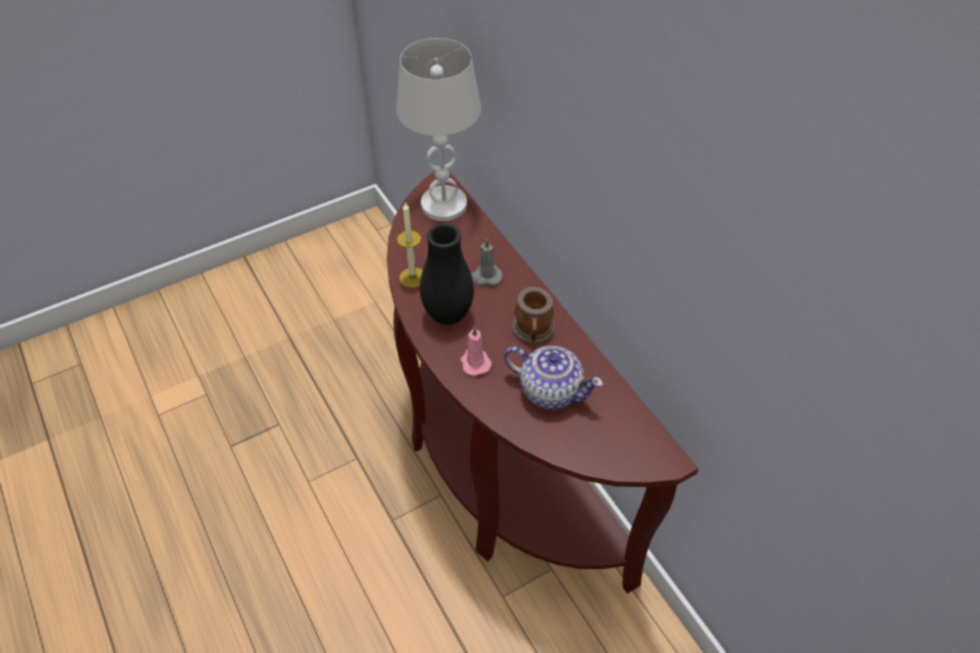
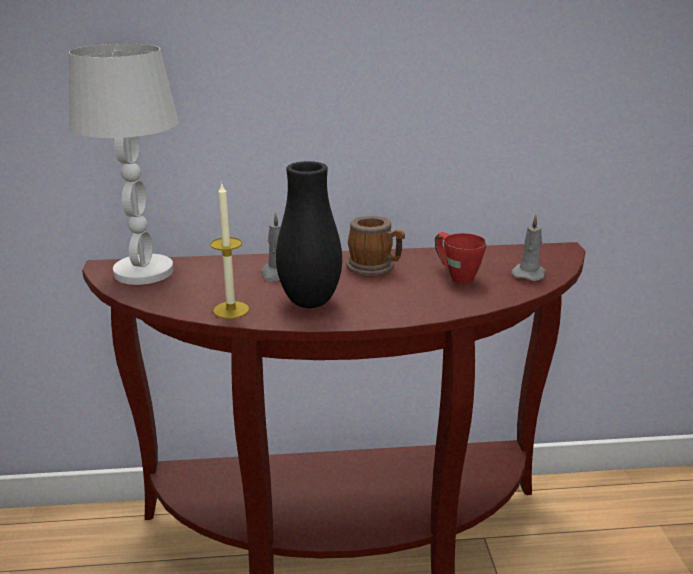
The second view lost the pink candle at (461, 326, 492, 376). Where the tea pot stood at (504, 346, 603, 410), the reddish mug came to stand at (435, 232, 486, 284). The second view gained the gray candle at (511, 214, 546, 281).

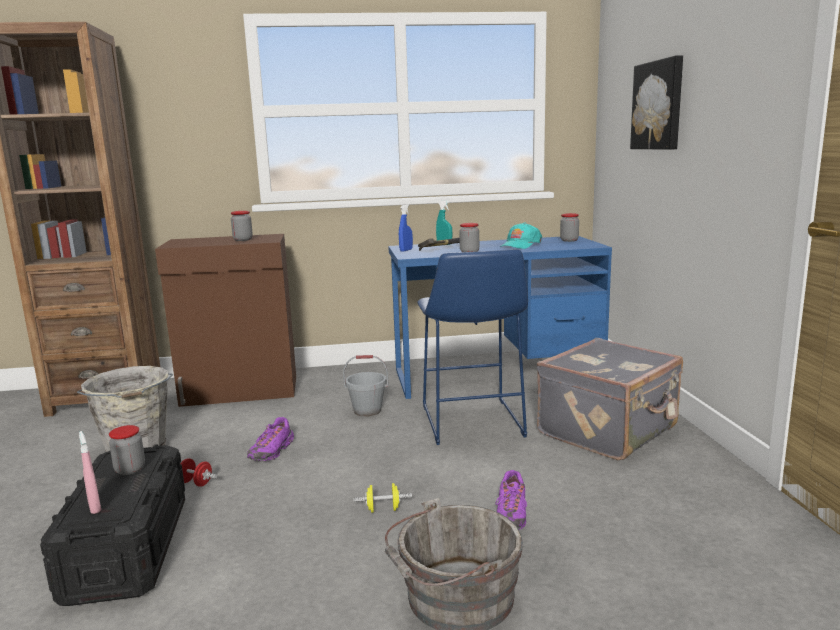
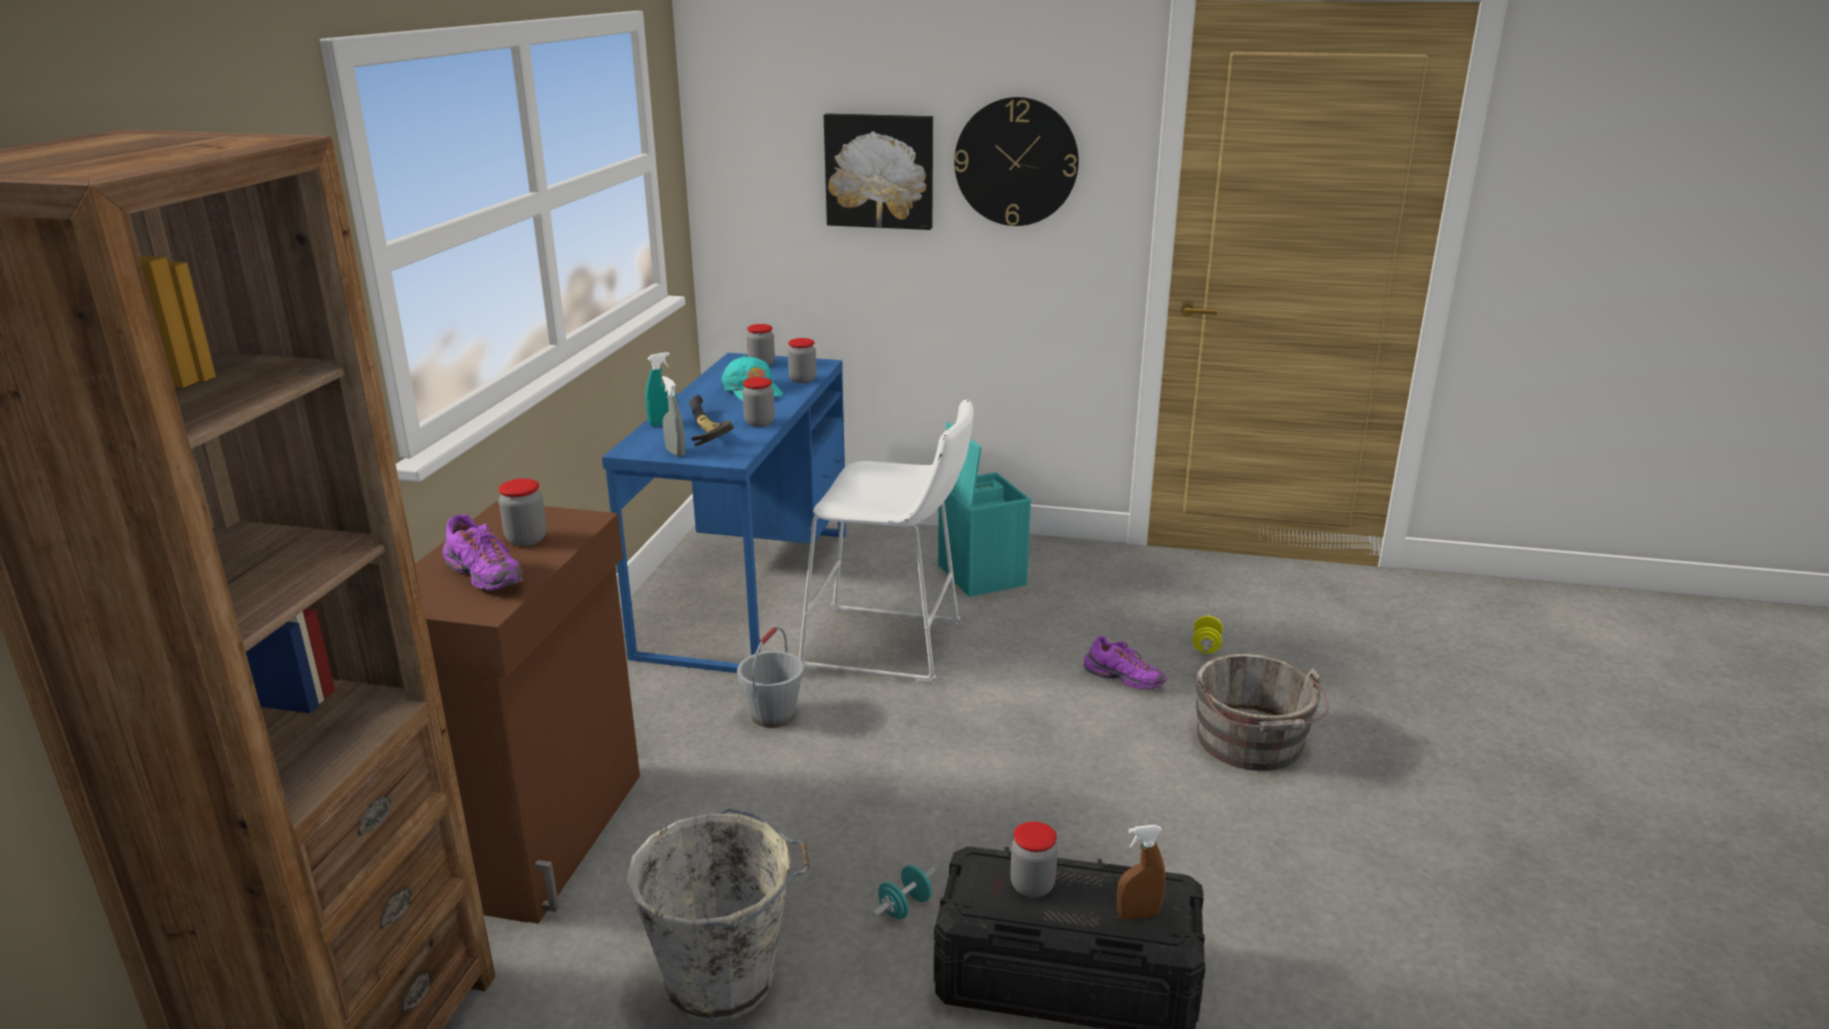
What was the pink spray bottle at (79, 431, 101, 514) turned into the brown-coloured spray bottle at (1117, 824, 1165, 920). What was the reddish dumbbell at (180, 458, 217, 487) turned into the blue-green dumbbell at (872, 865, 935, 919). The purple item of footwear ended up elsewhere, having gone from (247, 417, 294, 461) to (443, 514, 523, 590). The yellowish dumbbell ended up elsewhere, having gone from (353, 483, 412, 513) to (1192, 616, 1223, 654). What was the blue-coloured spray bottle at (399, 204, 413, 252) turned into the gray spray bottle at (662, 376, 685, 457). What was the blue-coloured stool seat at (417, 249, 528, 445) turned into the white stool seat at (799, 399, 974, 684). Where the gray suitcase stood at (537, 338, 683, 460), the blue-green storage container came to stand at (938, 422, 1031, 597). The second view gained the preserve jar at (788, 338, 817, 383). The second view gained the wall clock at (954, 97, 1079, 226).

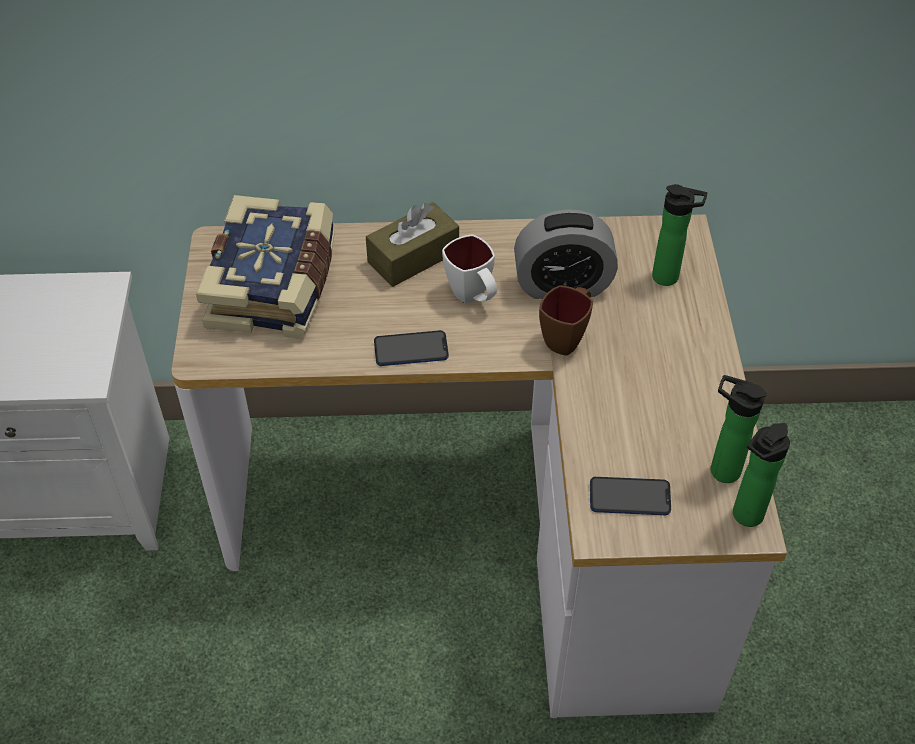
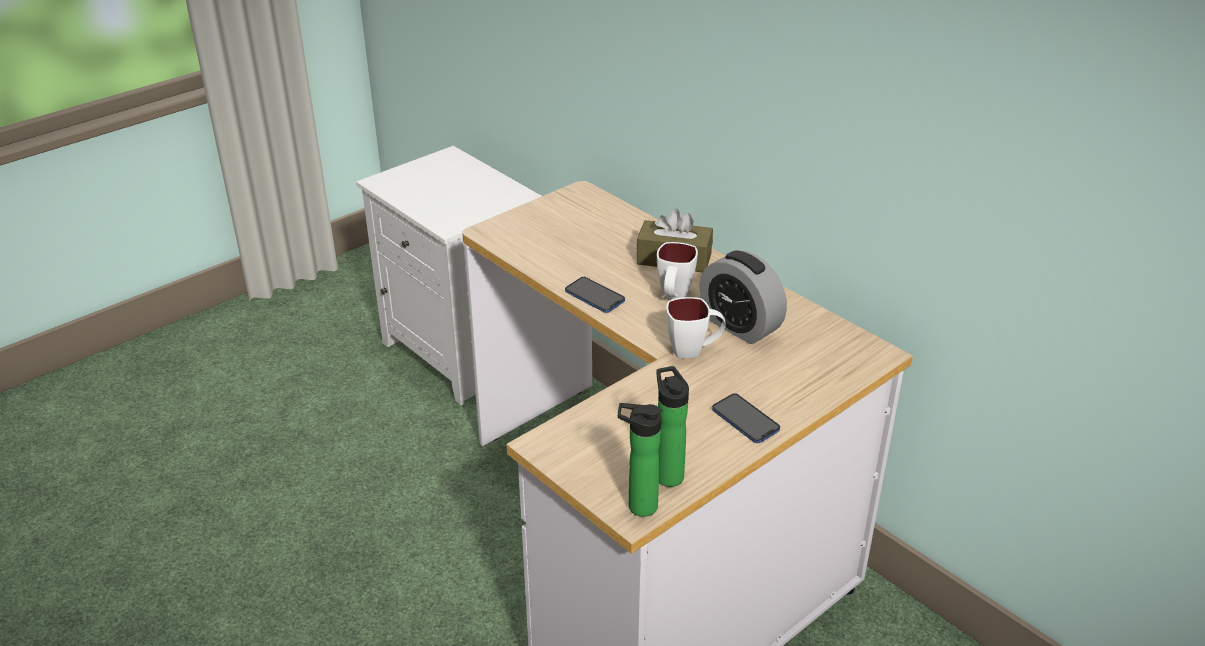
The second view lost the volume at (196, 195, 335, 338). What was the brown-coloured mug at (539, 285, 593, 356) turned into the white mug at (666, 297, 726, 358). The handset ended up elsewhere, having gone from (590, 477, 671, 515) to (712, 394, 780, 443). The second view lost the drink bottle at (652, 184, 707, 286).

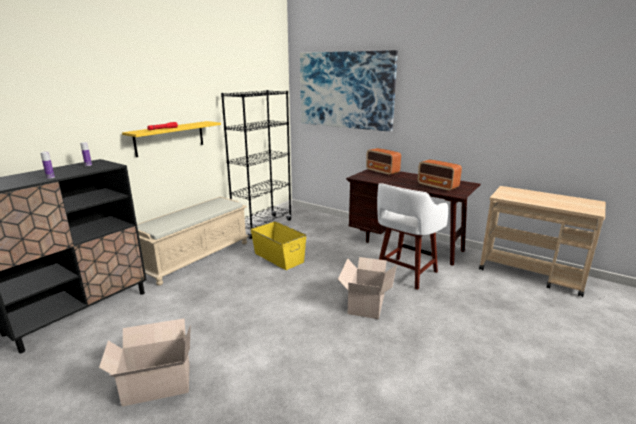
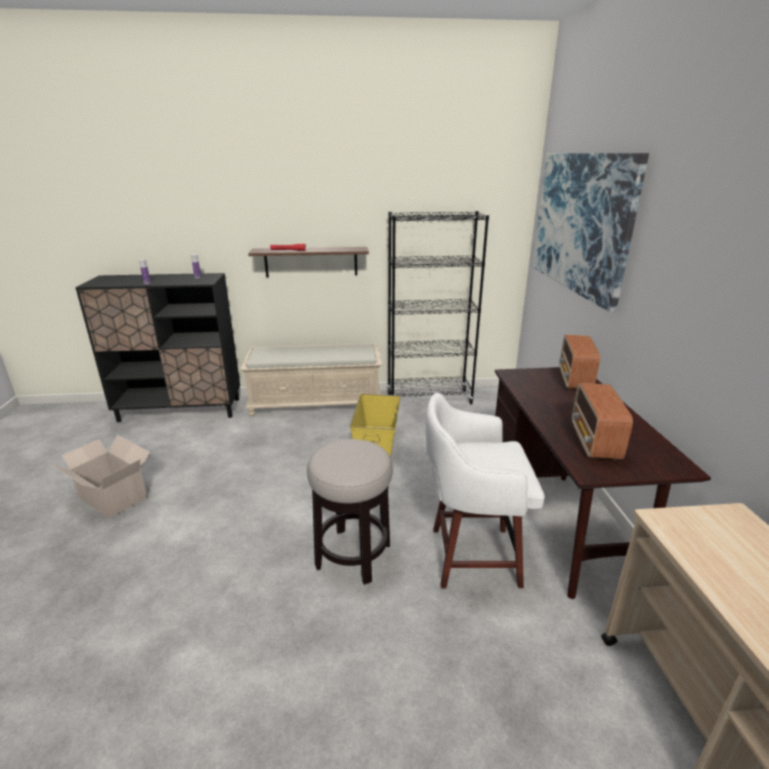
What was the yellowish bracket shelf at (122, 121, 221, 157) turned into the brown-coloured bracket shelf at (248, 247, 369, 277). Where the packing box stood at (338, 257, 397, 319), the stool seat came to stand at (307, 439, 393, 585).

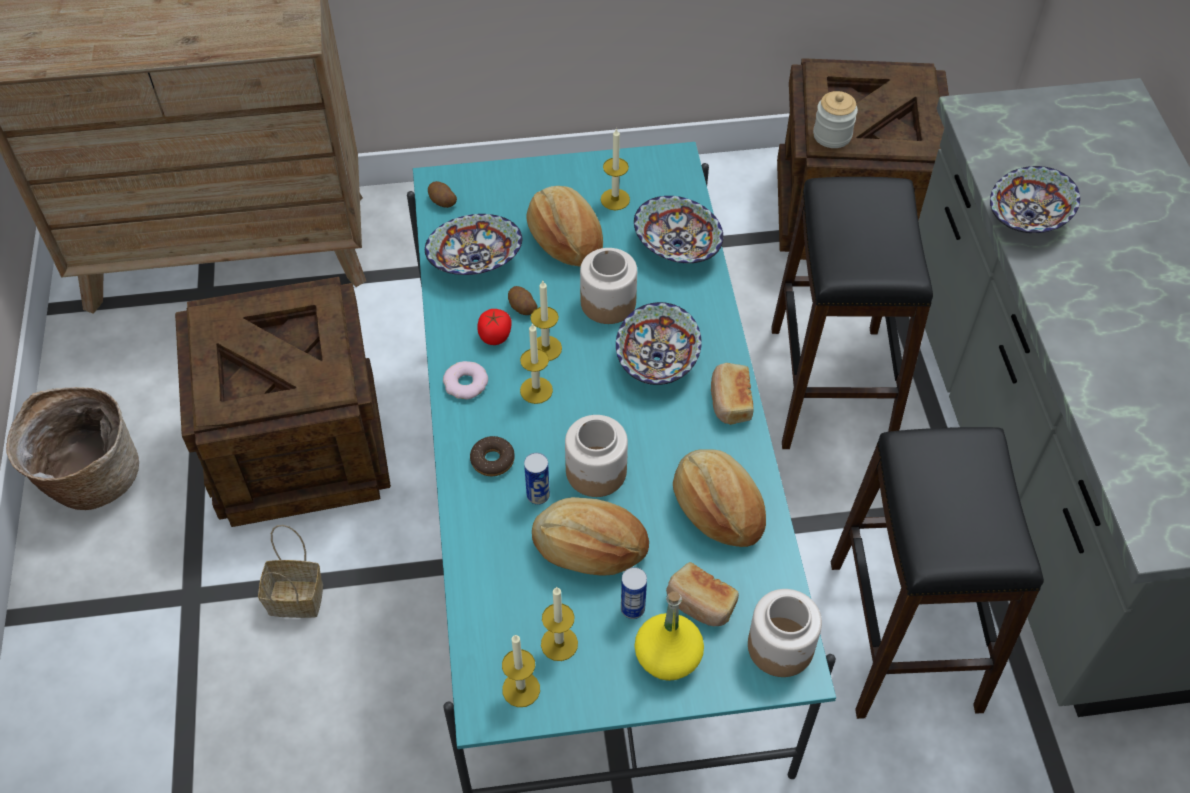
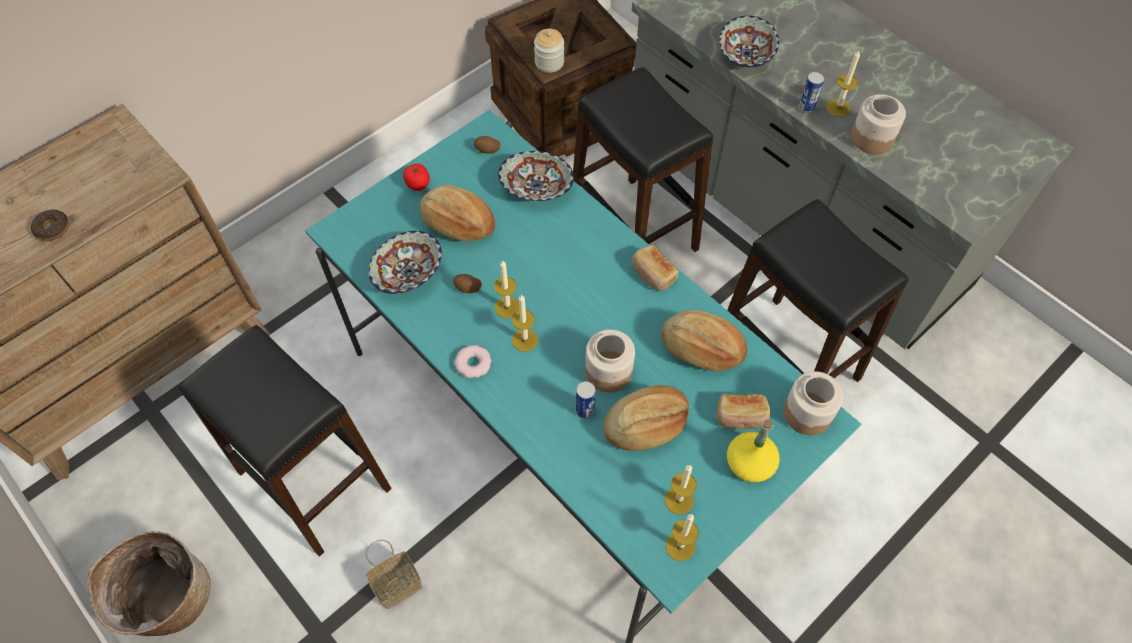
Where the crate stood at (175, 277, 391, 527), the black stool seat came to stand at (179, 325, 392, 557). The spud ended up elsewhere, having gone from (428, 181, 457, 208) to (474, 136, 500, 153). The doughnut ended up elsewhere, having gone from (470, 436, 515, 476) to (31, 210, 69, 241). The whole tomato ended up elsewhere, having gone from (477, 309, 512, 345) to (403, 164, 430, 191). The preserve jar ended up elsewhere, having gone from (580, 248, 637, 324) to (851, 94, 906, 154). The candle ended up elsewhere, having gone from (600, 128, 630, 210) to (826, 51, 860, 117). The second view lost the bowl at (616, 302, 702, 385). The can ended up elsewhere, having gone from (621, 567, 647, 619) to (799, 72, 824, 113).

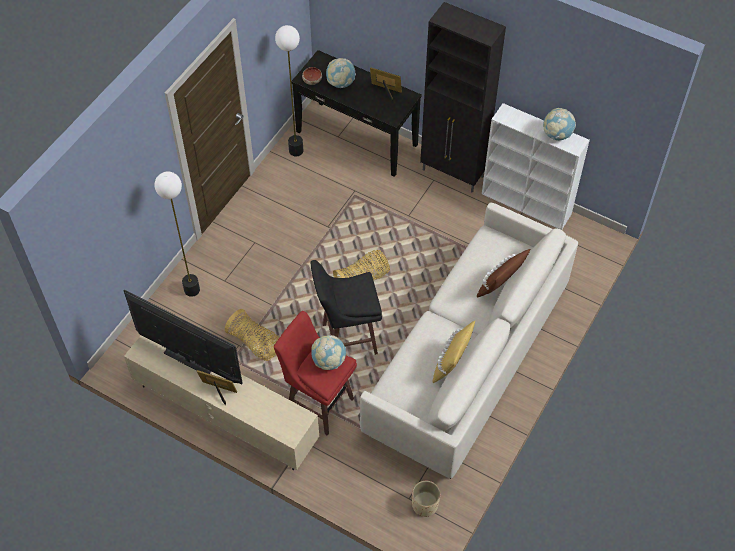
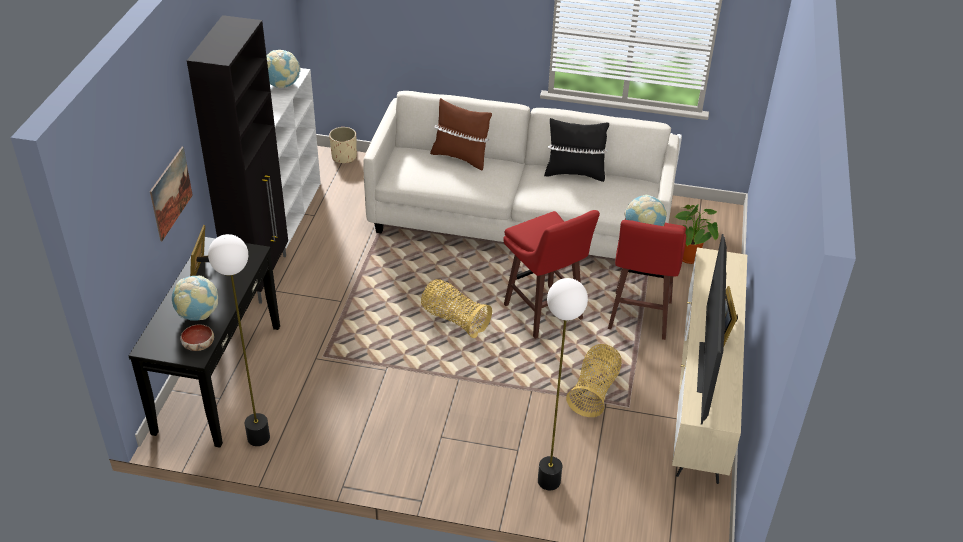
What was the black stool seat at (311, 260, 382, 355) turned into the reddish stool seat at (503, 210, 600, 339). The beige-coloured plant pot ended up elsewhere, having gone from (412, 481, 440, 517) to (329, 127, 357, 163). What was the yellowish cushion at (432, 321, 475, 383) turned into the black cushion at (544, 118, 609, 182). The second view gained the wall picture at (150, 147, 193, 241). The second view gained the houseplant at (675, 204, 718, 264).

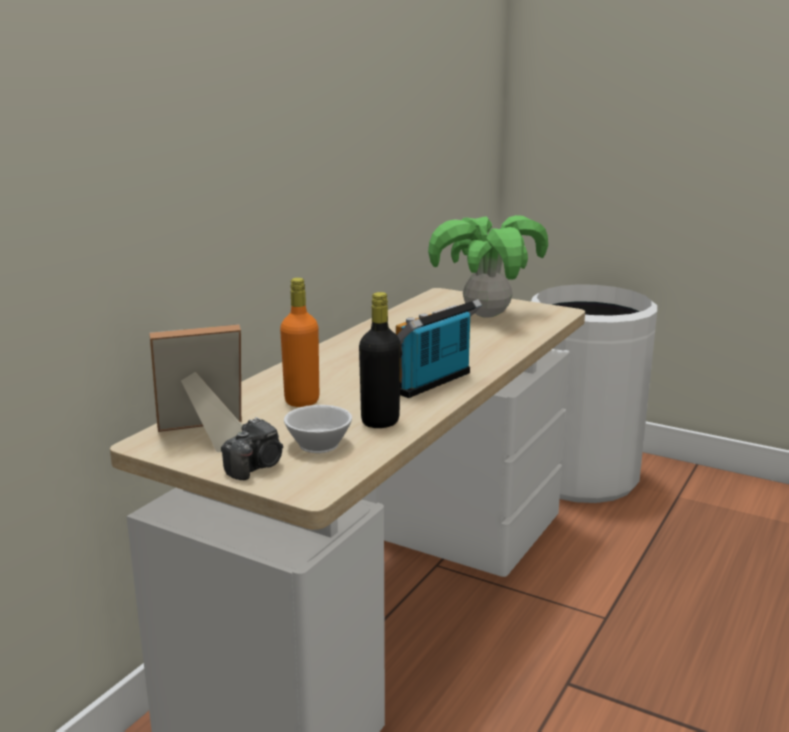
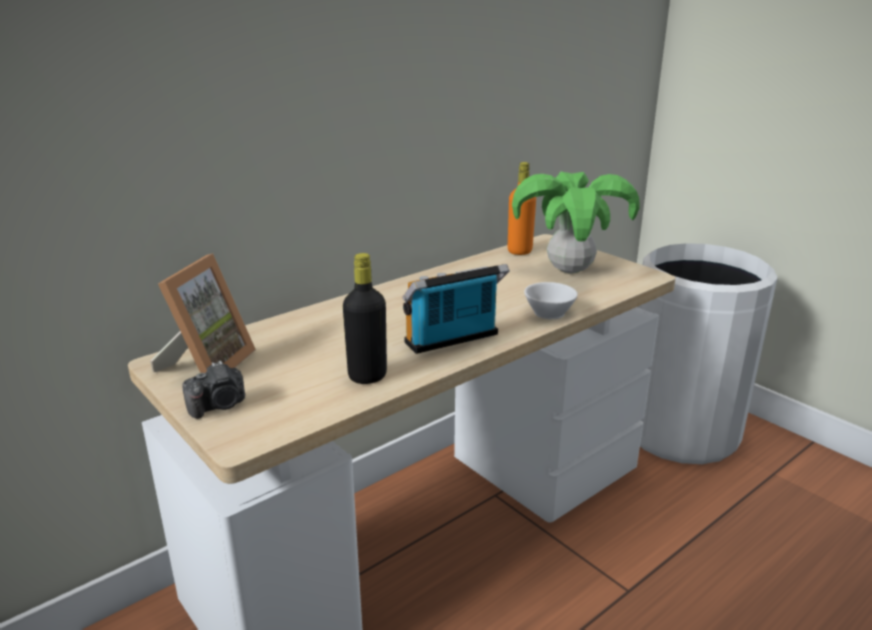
The standing frame at (149, 324, 242, 452) ended up facing another way, 105 degrees clockwise from before. The orangey drink bottle ended up elsewhere, having gone from (280, 278, 319, 407) to (508, 162, 536, 255). The white cup ended up elsewhere, having gone from (284, 405, 352, 453) to (524, 282, 578, 320).

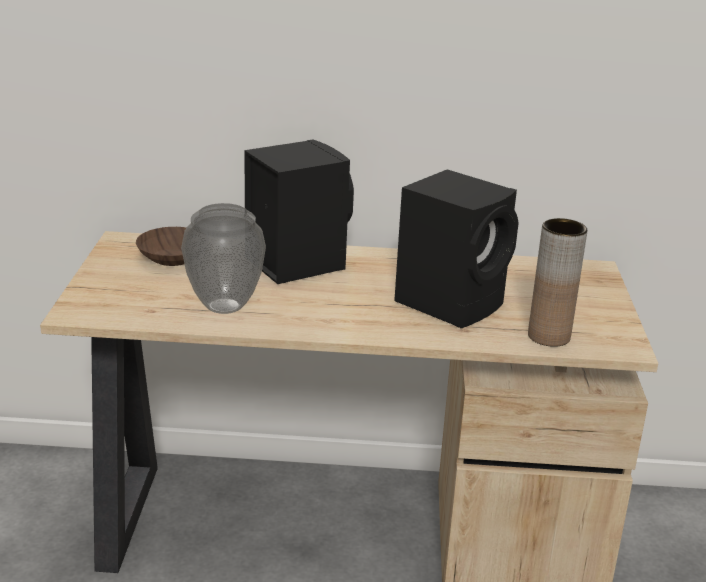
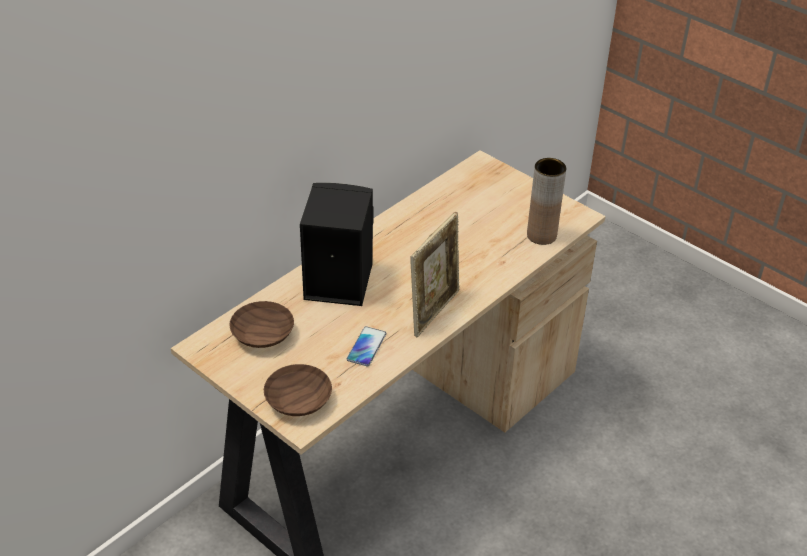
Where the decorative vase stood at (181, 203, 266, 314), the handset came to stand at (347, 326, 386, 366). The second view lost the black loudspeaker at (394, 169, 519, 328). The second view gained the brown-coloured bowl at (264, 364, 332, 416). The second view gained the standing frame at (410, 212, 459, 337).

